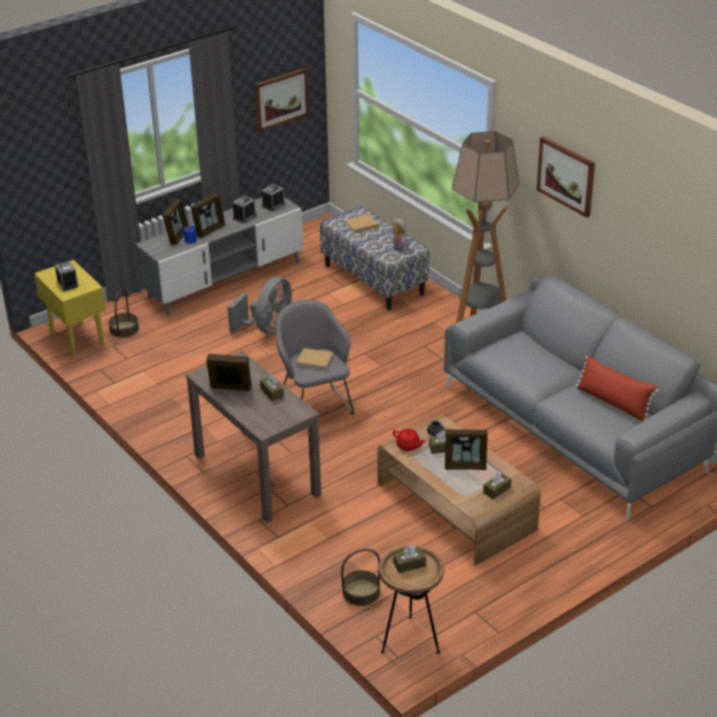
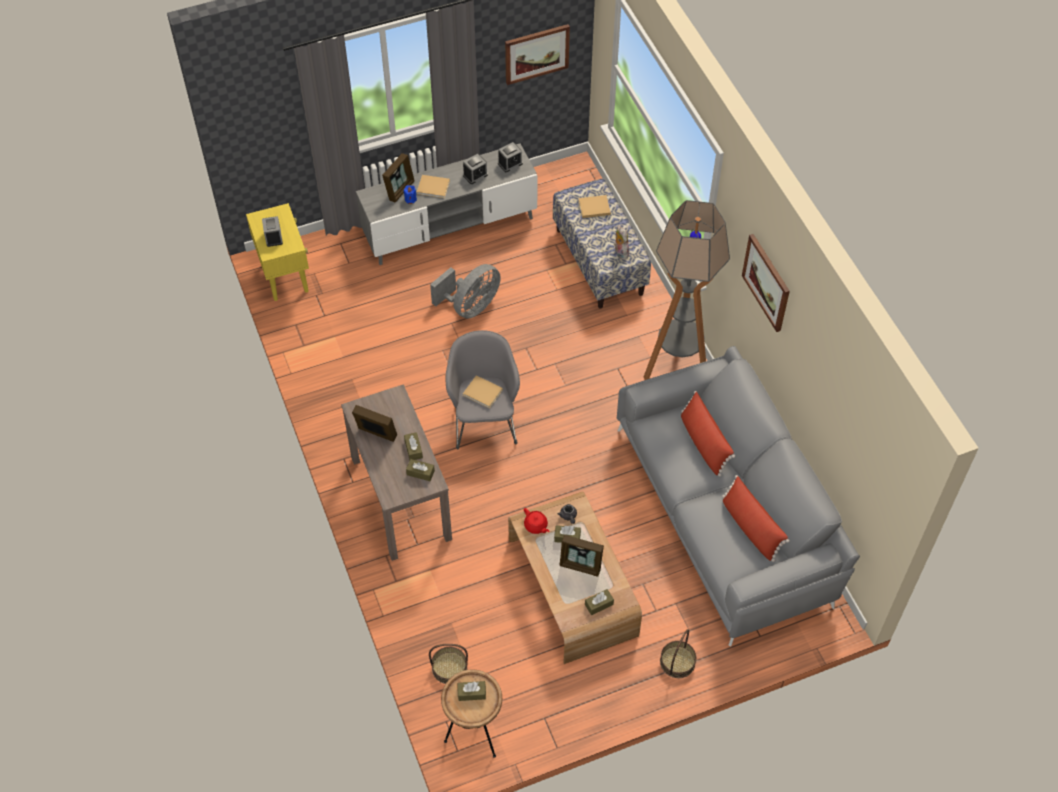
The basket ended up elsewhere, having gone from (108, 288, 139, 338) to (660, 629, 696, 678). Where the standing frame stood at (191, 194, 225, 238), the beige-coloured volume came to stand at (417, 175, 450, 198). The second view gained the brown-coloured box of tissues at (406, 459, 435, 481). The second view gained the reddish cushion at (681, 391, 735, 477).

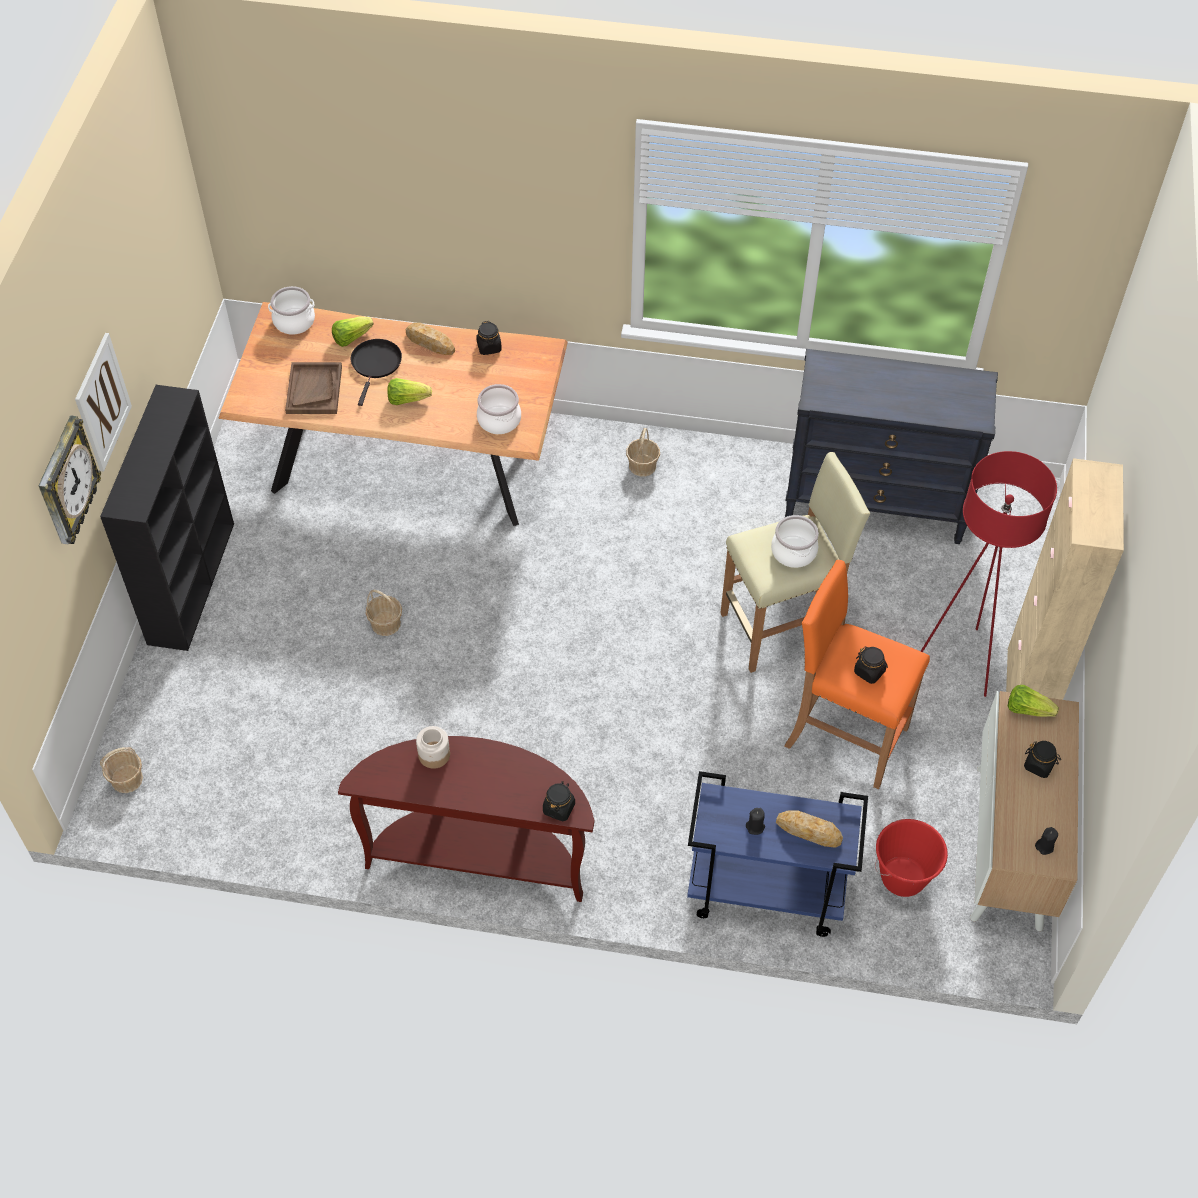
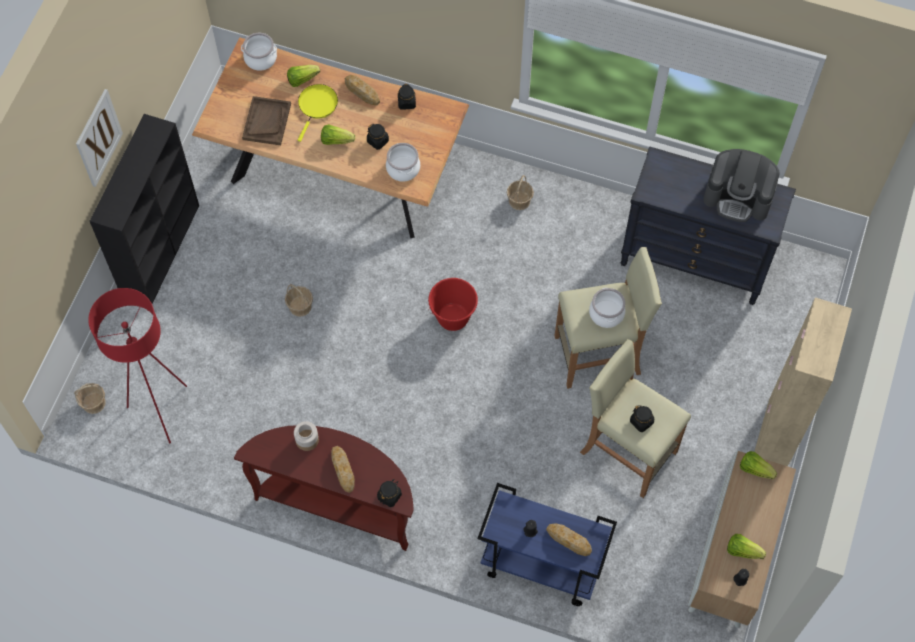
The second view lost the wall clock at (39, 416, 101, 544). What was the black pan at (351, 339, 402, 406) turned into the yellowish pan at (298, 84, 338, 142). What was the orangey stool seat at (784, 560, 930, 789) turned into the beige-coloured stool seat at (580, 339, 691, 498). The reddish bucket ended up elsewhere, having gone from (875, 819, 948, 897) to (428, 278, 478, 331). The reddish standing lamp ended up elsewhere, having gone from (921, 451, 1057, 697) to (88, 288, 187, 443). The black preserve jar ended up elsewhere, having gone from (1024, 741, 1061, 778) to (367, 124, 389, 150). The second view gained the bread at (331, 446, 355, 493). The second view gained the coffee machine at (703, 149, 780, 222). The second view gained the head of lettuce at (727, 534, 766, 559).

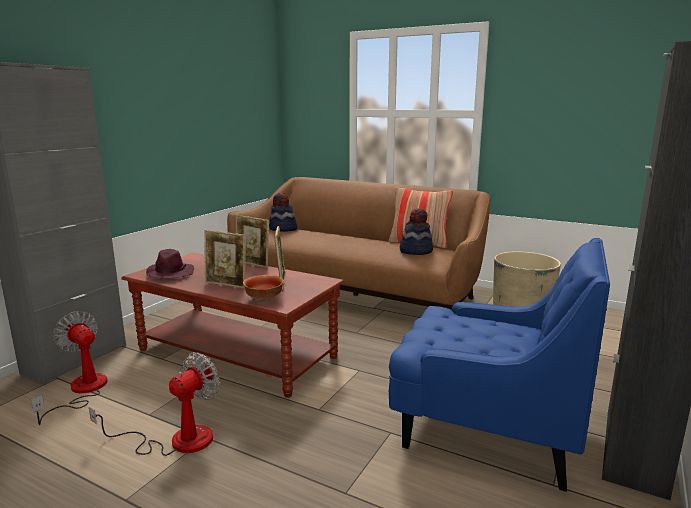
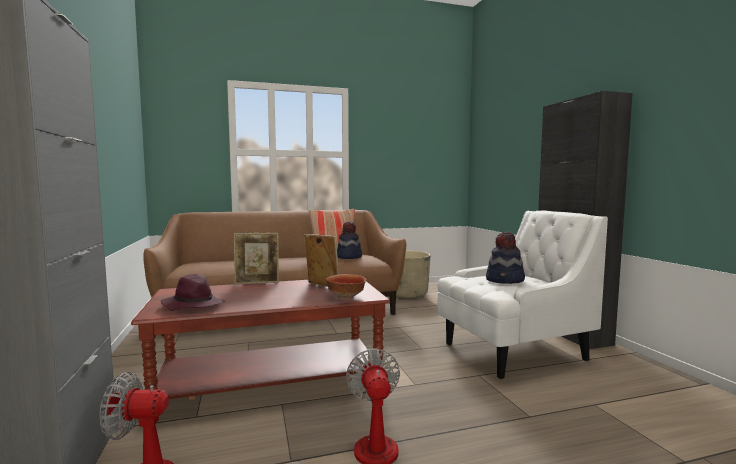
The second view lost the standing frame at (204, 230, 246, 288). The hat ended up elsewhere, having gone from (269, 193, 297, 232) to (486, 232, 525, 284). What was the blue-coloured lounge chair at (389, 238, 610, 492) turned into the white lounge chair at (437, 211, 608, 379).

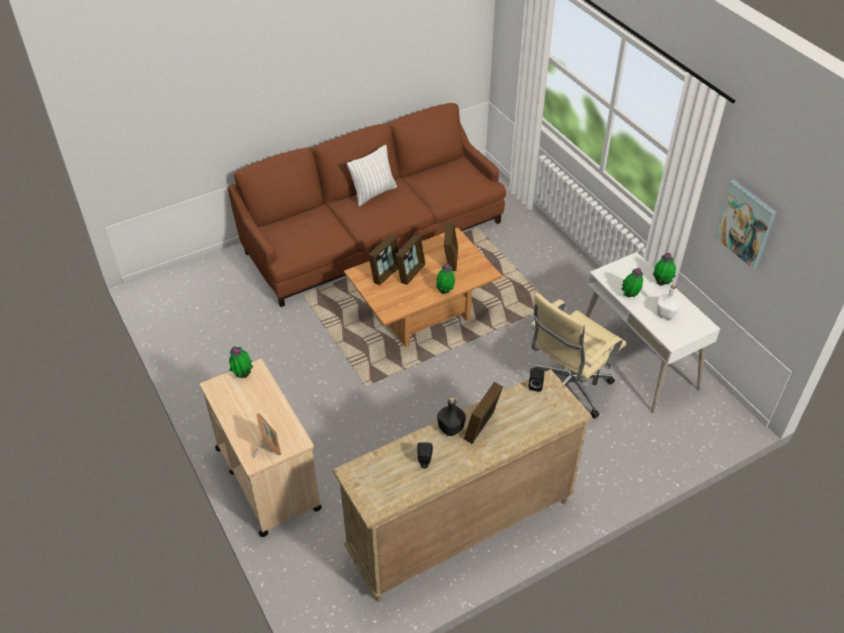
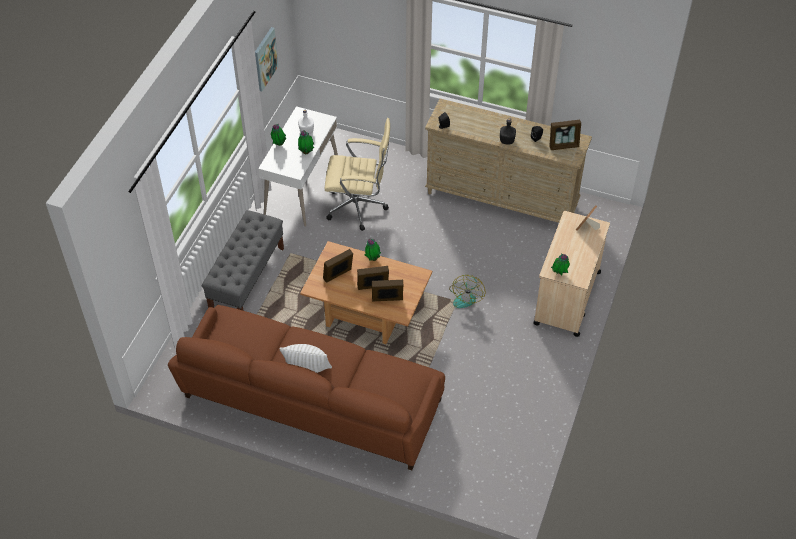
The standing frame ended up elsewhere, having gone from (464, 382, 503, 444) to (549, 120, 581, 150). The second view gained the gray long seat at (202, 210, 284, 311). The second view gained the cooling fan at (449, 275, 486, 308).

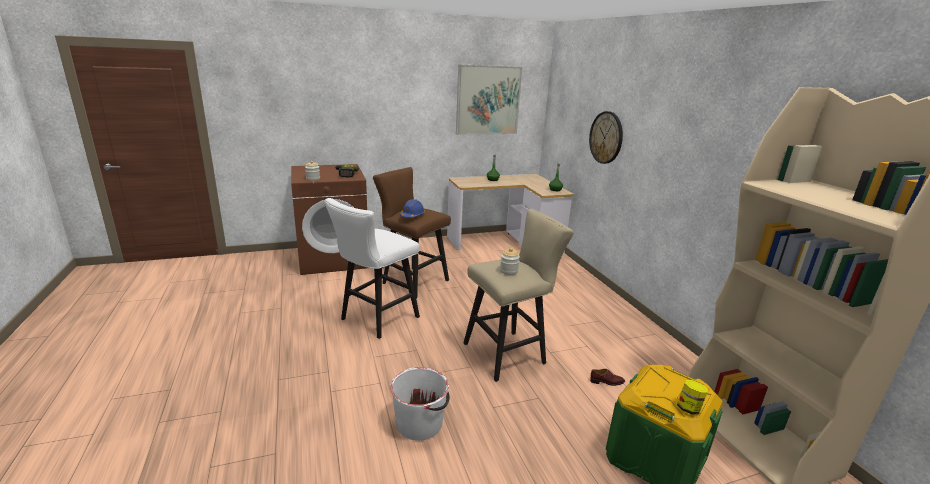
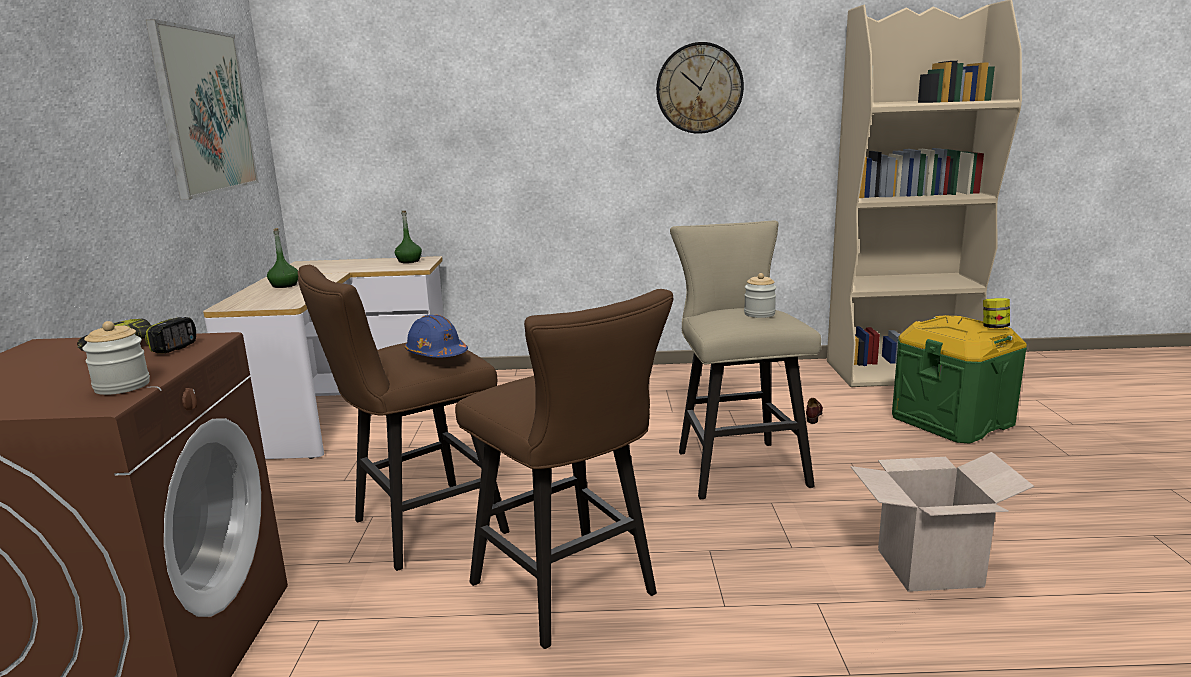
What was the white stool seat at (324, 198, 420, 339) turned into the brown-coloured stool seat at (455, 289, 674, 649). Where the white bucket stood at (390, 367, 450, 441), the packing box came to stand at (850, 452, 1034, 592). The wall clock ended up elsewhere, having gone from (589, 111, 623, 164) to (656, 42, 744, 134).

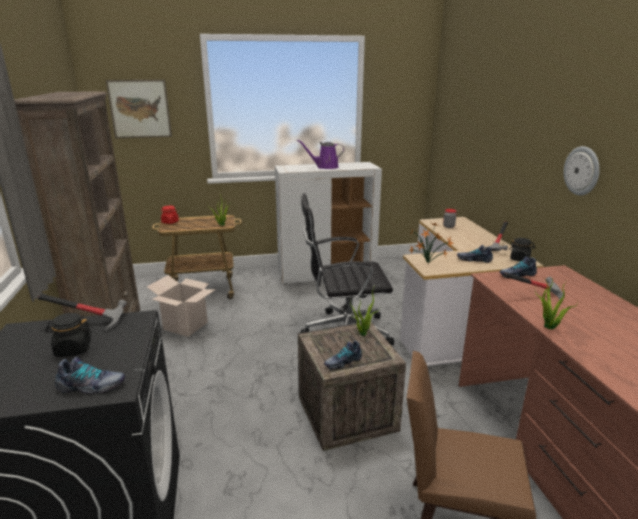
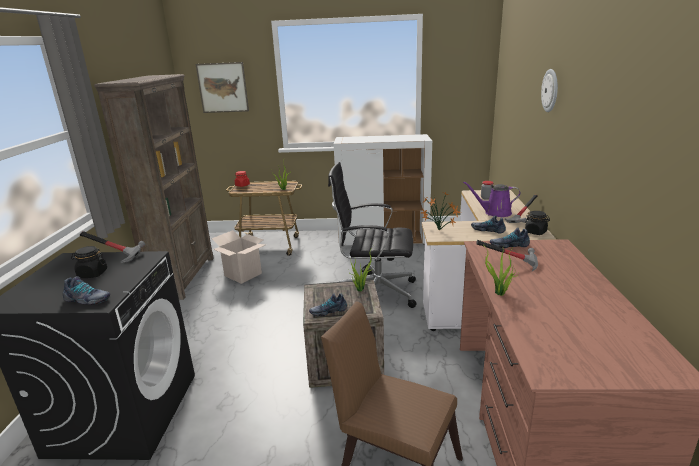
The purple watering can ended up elsewhere, having gone from (297, 140, 344, 169) to (463, 181, 521, 217). The wall clock ended up elsewhere, having gone from (564, 146, 600, 196) to (541, 69, 558, 112).

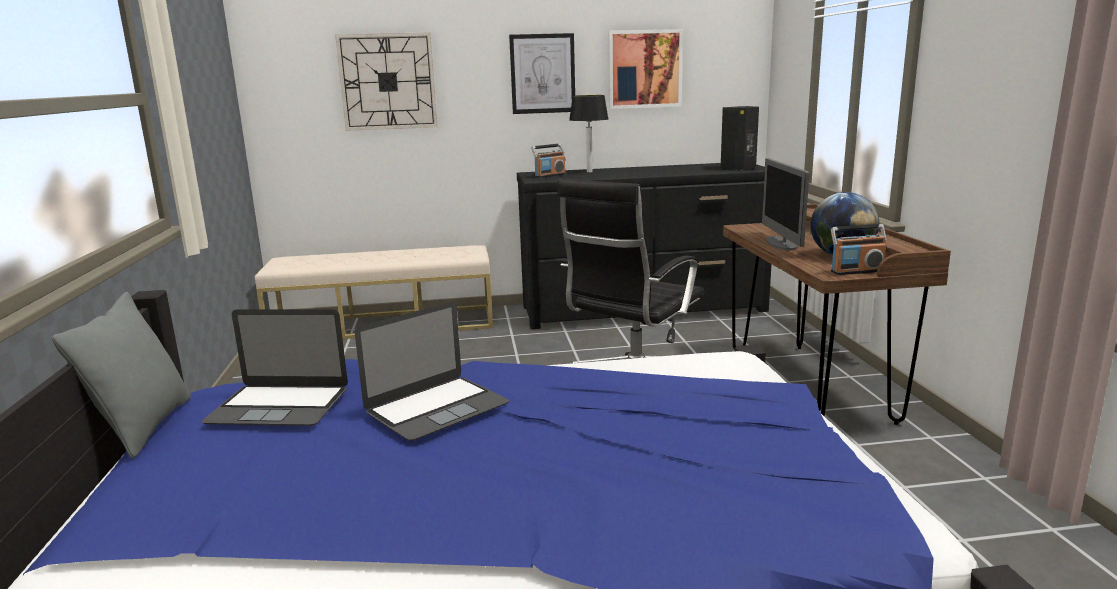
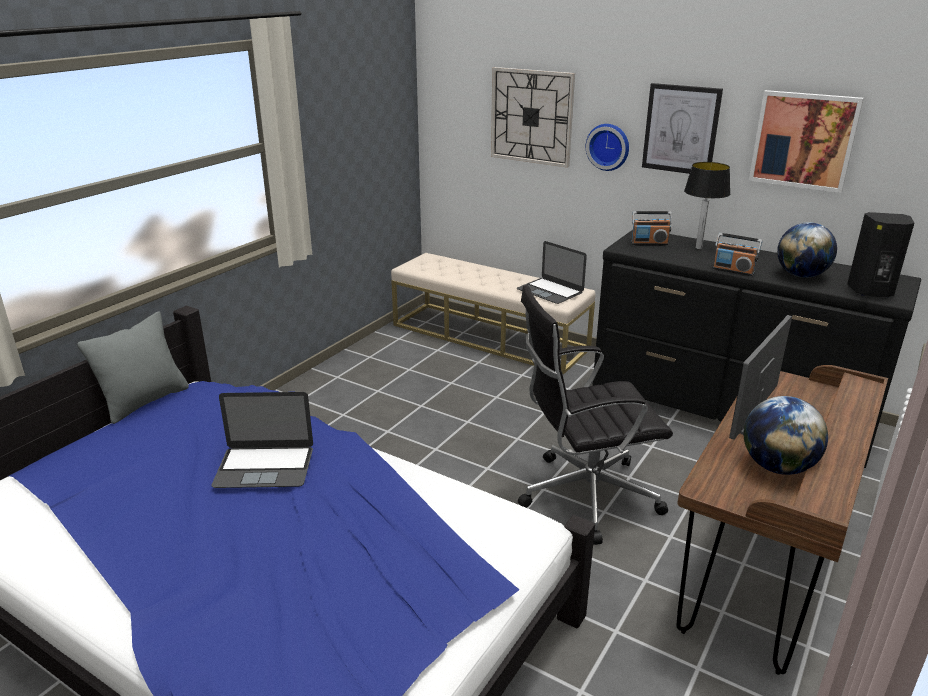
The notebook computer ended up elsewhere, having gone from (201, 310, 348, 426) to (517, 241, 587, 304). The radio ended up elsewhere, having gone from (831, 224, 887, 275) to (713, 233, 762, 276). The second view gained the wall clock at (586, 124, 629, 171). The second view gained the desk globe at (777, 222, 837, 278).

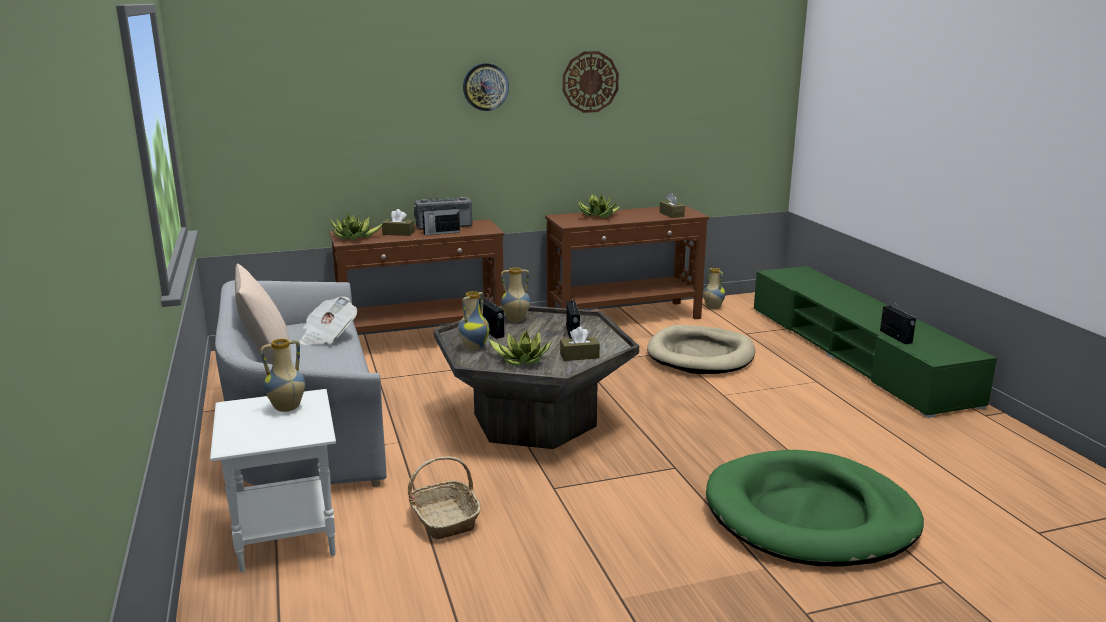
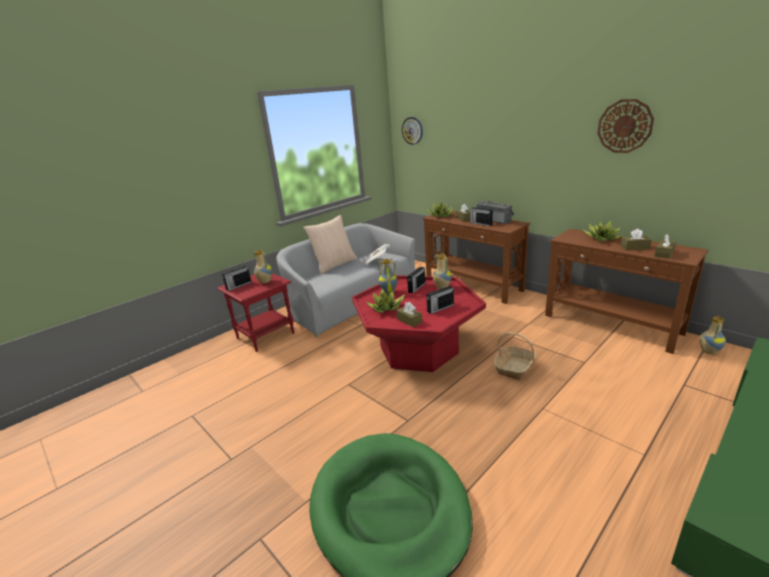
What was the white end table at (210, 389, 336, 572) turned into the reddish end table at (217, 273, 294, 352). The basket ended up elsewhere, having gone from (408, 457, 481, 540) to (494, 333, 537, 380). What was the gray coffee table at (434, 306, 639, 449) turned into the reddish coffee table at (352, 275, 486, 372). The wall clock ended up elsewhere, having gone from (463, 63, 509, 111) to (402, 117, 423, 145). The second view lost the beige-coloured pet bed at (647, 325, 755, 374). The radio ended up elsewhere, having gone from (880, 300, 916, 344) to (222, 263, 252, 291). The second view gained the brown-coloured box of tissues at (621, 228, 652, 250).

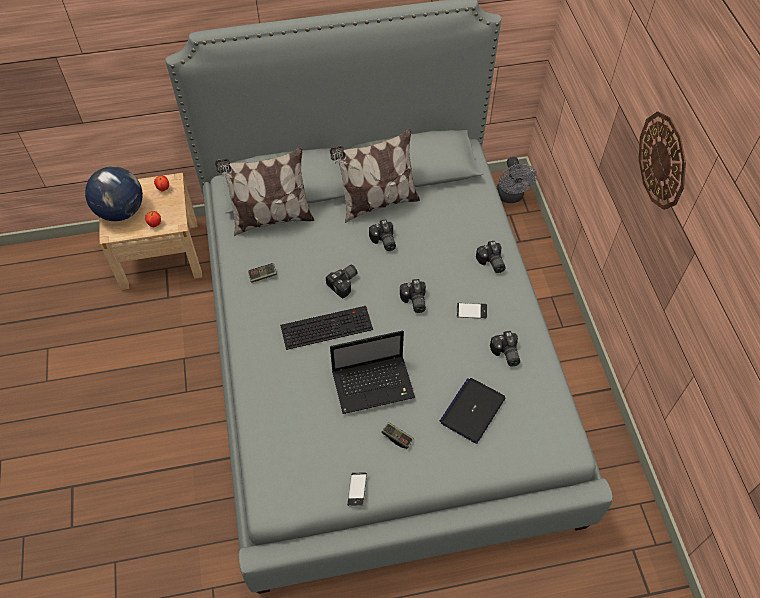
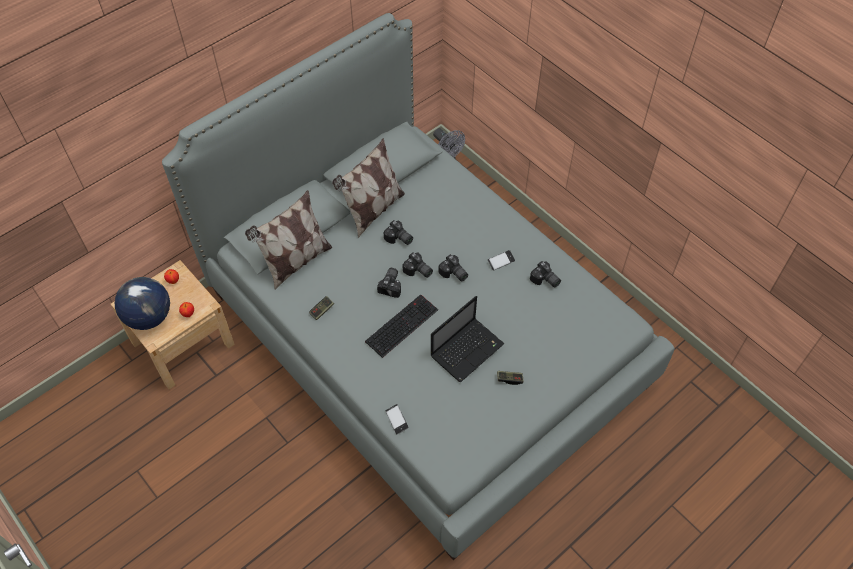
The handset ended up elsewhere, having gone from (347, 472, 367, 506) to (386, 404, 409, 434). The second view lost the notebook computer at (440, 378, 506, 444). The still camera ended up elsewhere, having gone from (476, 240, 505, 273) to (403, 252, 433, 278). The second view lost the wall clock at (639, 111, 686, 210).

